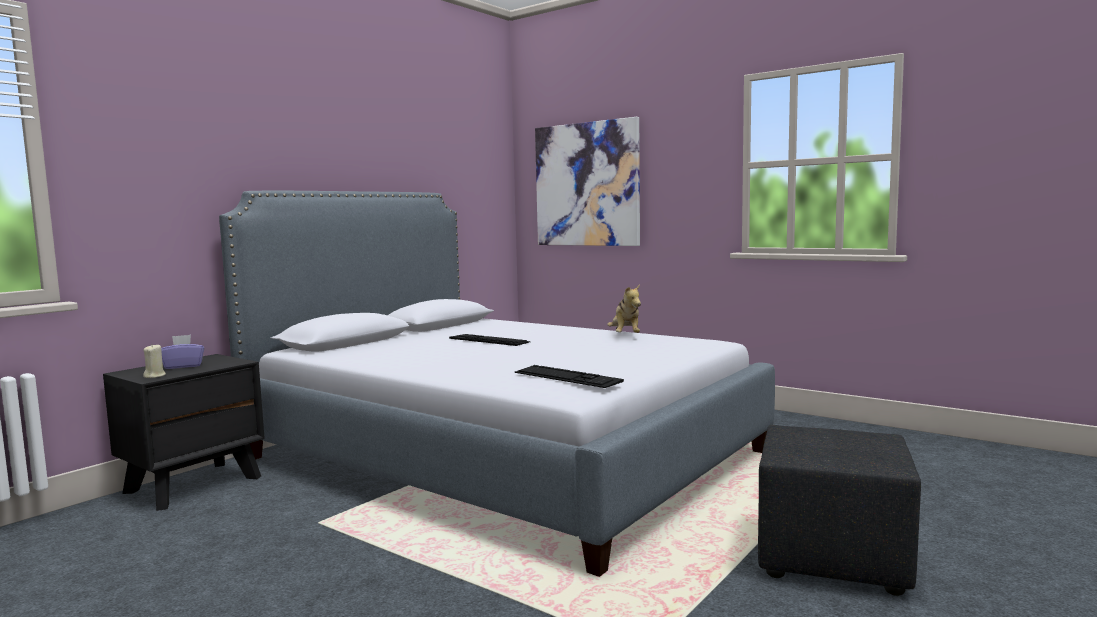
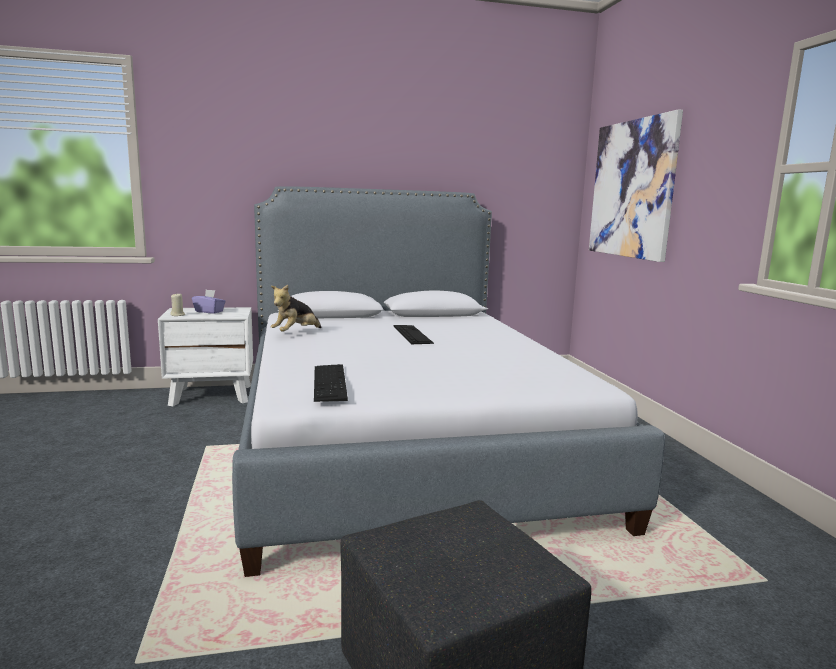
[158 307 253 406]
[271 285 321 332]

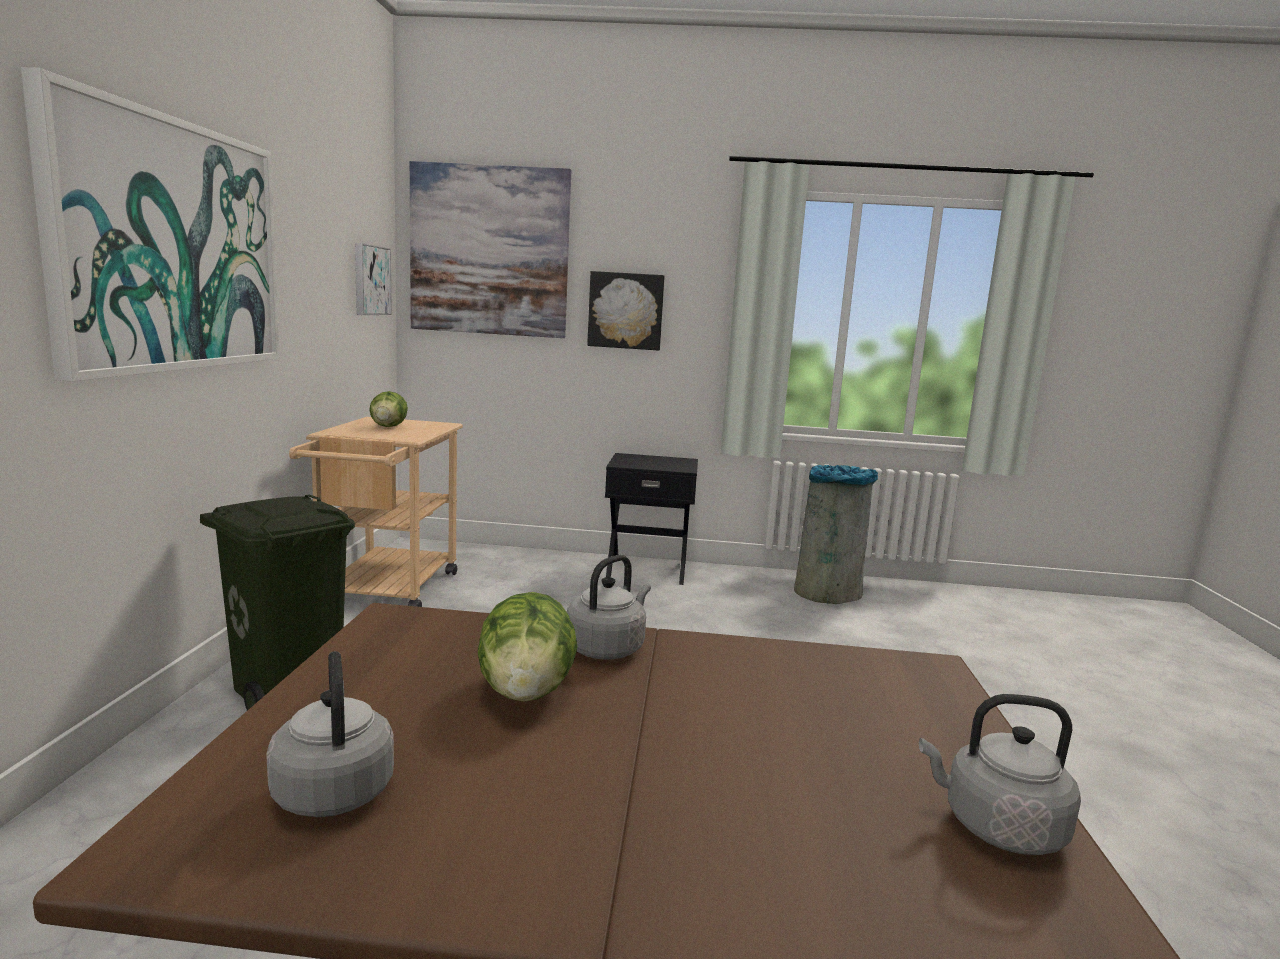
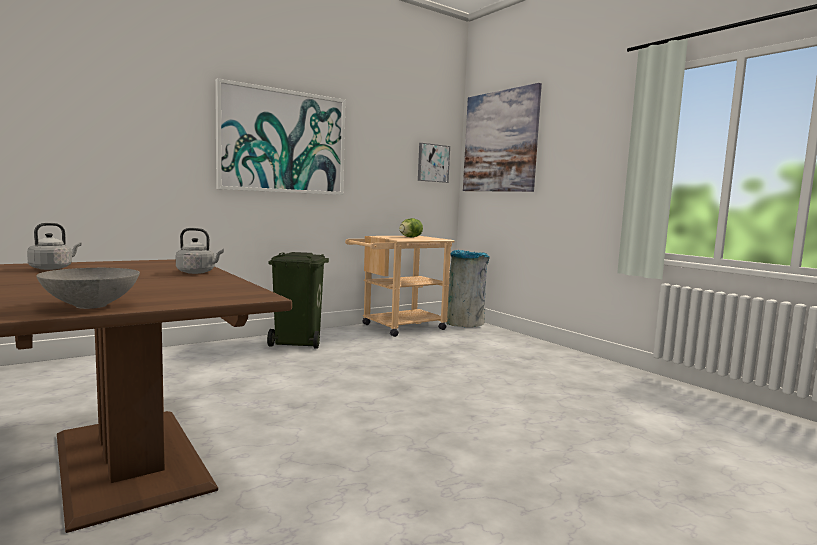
[36 268 140 309]
[446 250 490 327]
[478 592 578 702] (first image)
[587 271 665 351] (first image)
[605 453 698 585] (first image)

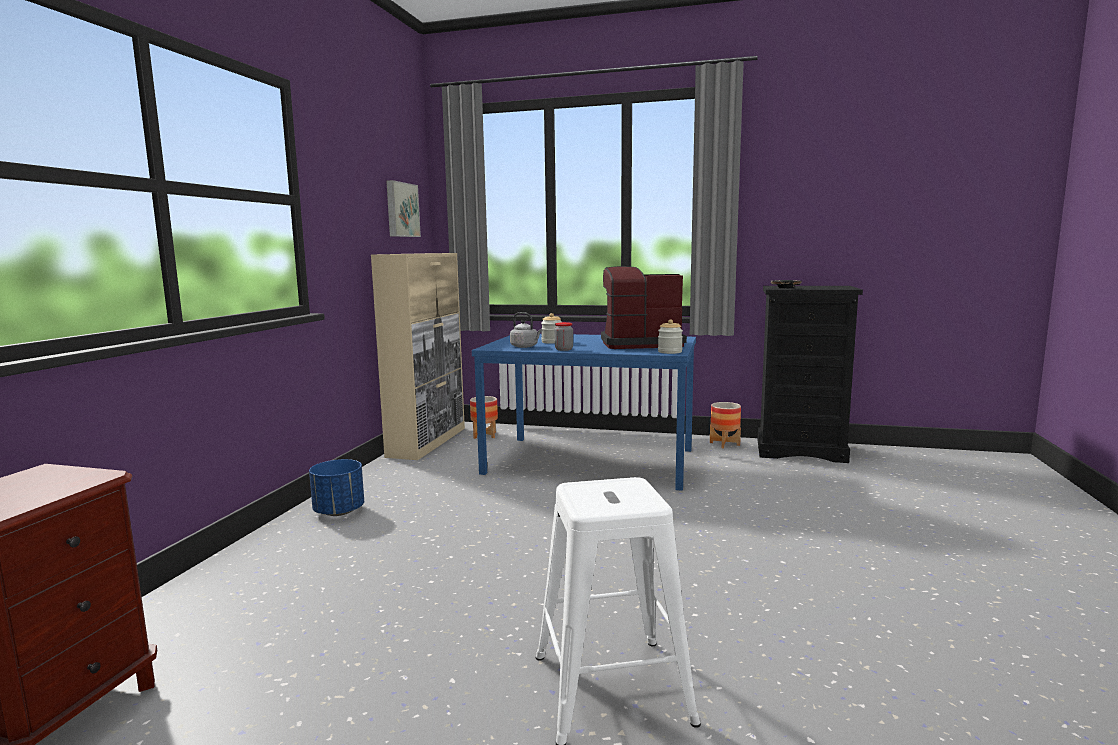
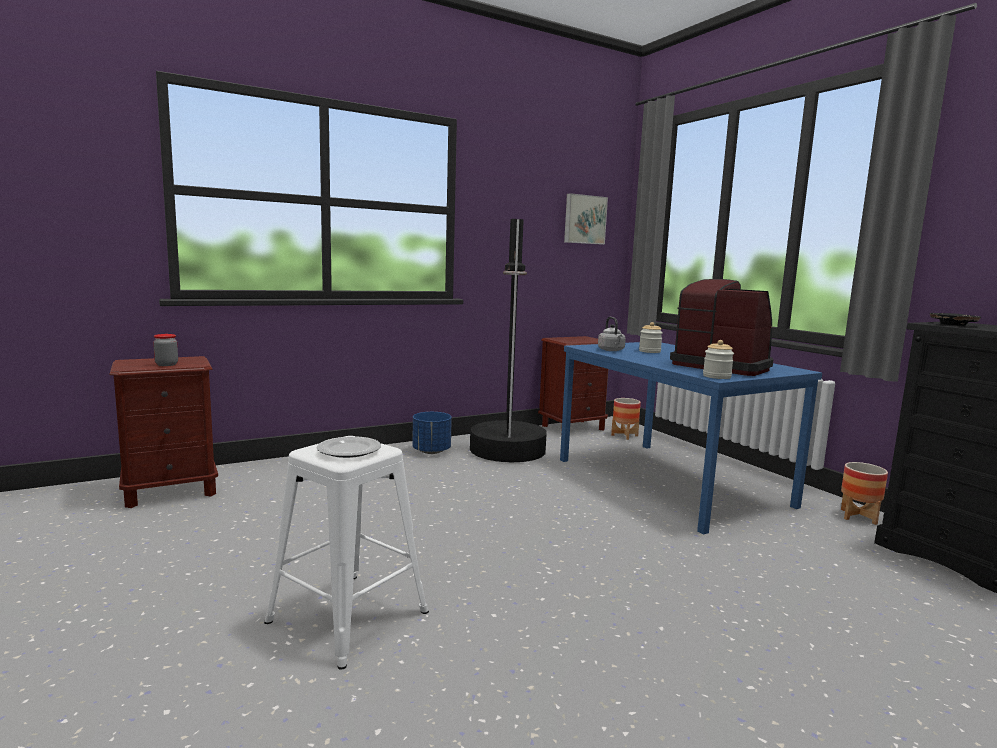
[153 334 178 366]
[316 436 381 458]
[470 219 547 462]
[538 336 608 434]

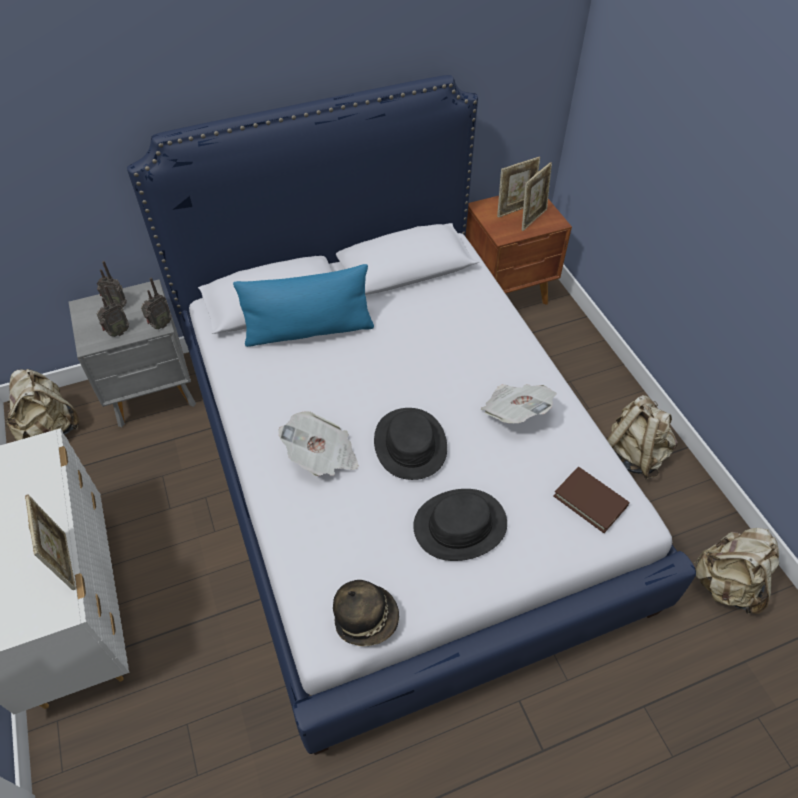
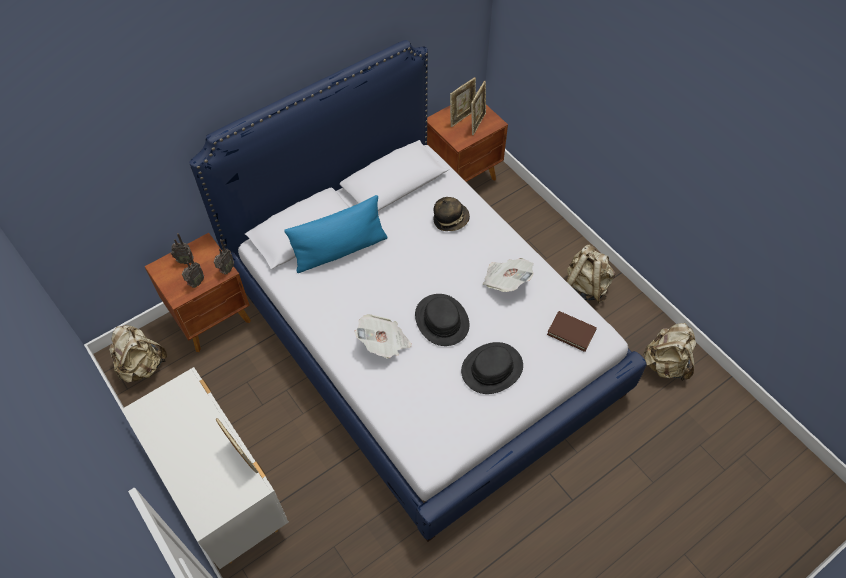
[145 233 251 352]
[434 197 470 231]

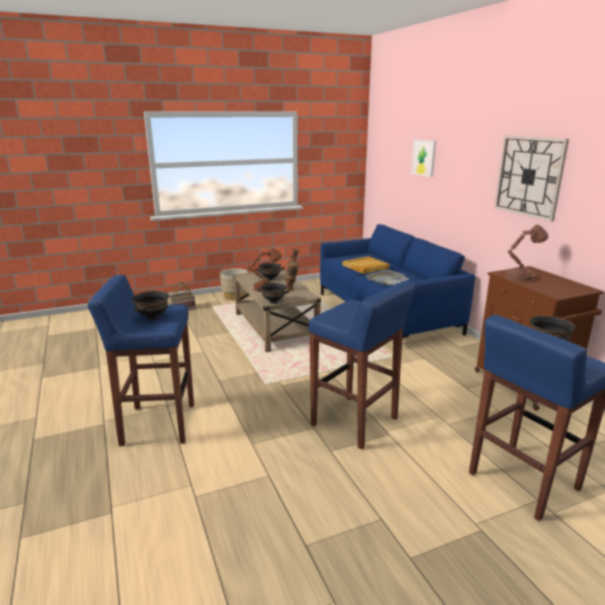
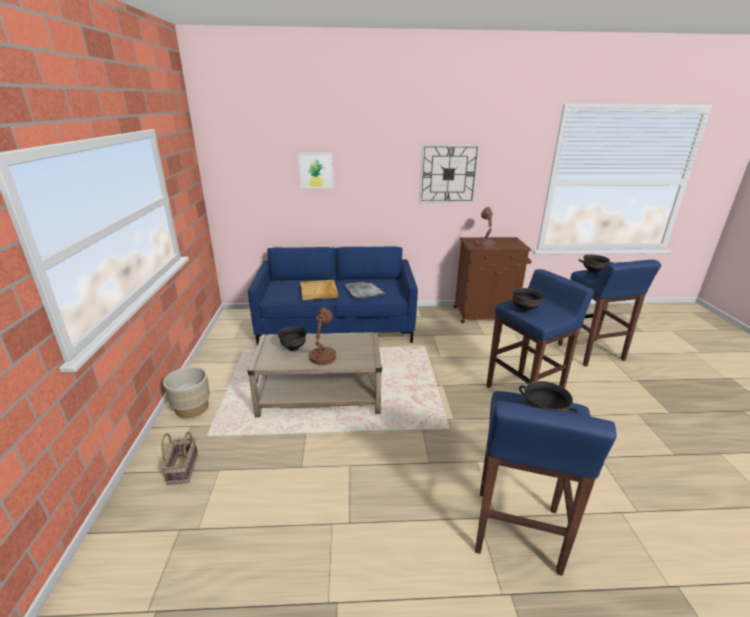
[512 288 543 313]
[286 249 300 291] (first image)

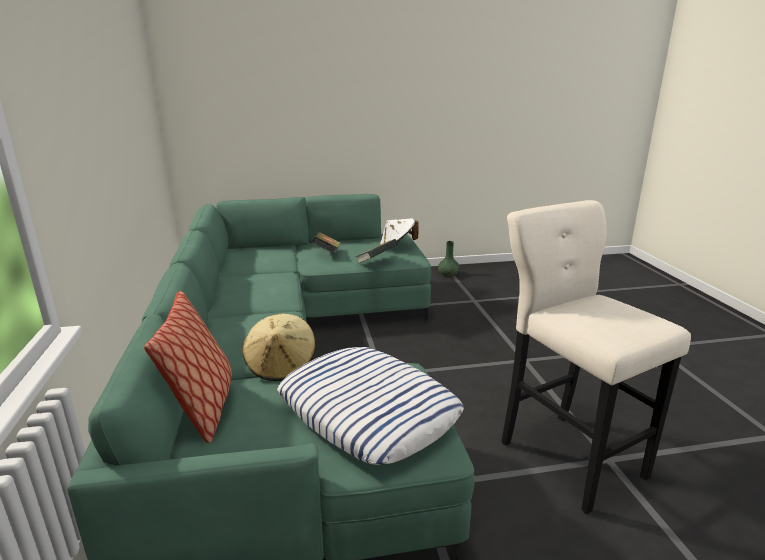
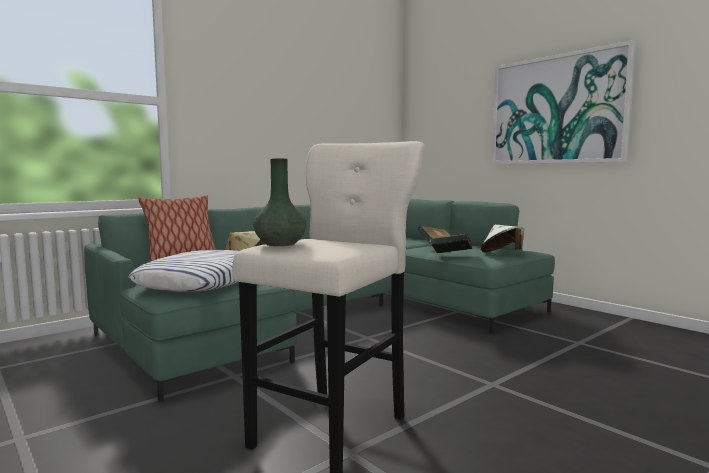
[253 158 307 246]
[492 40 636 164]

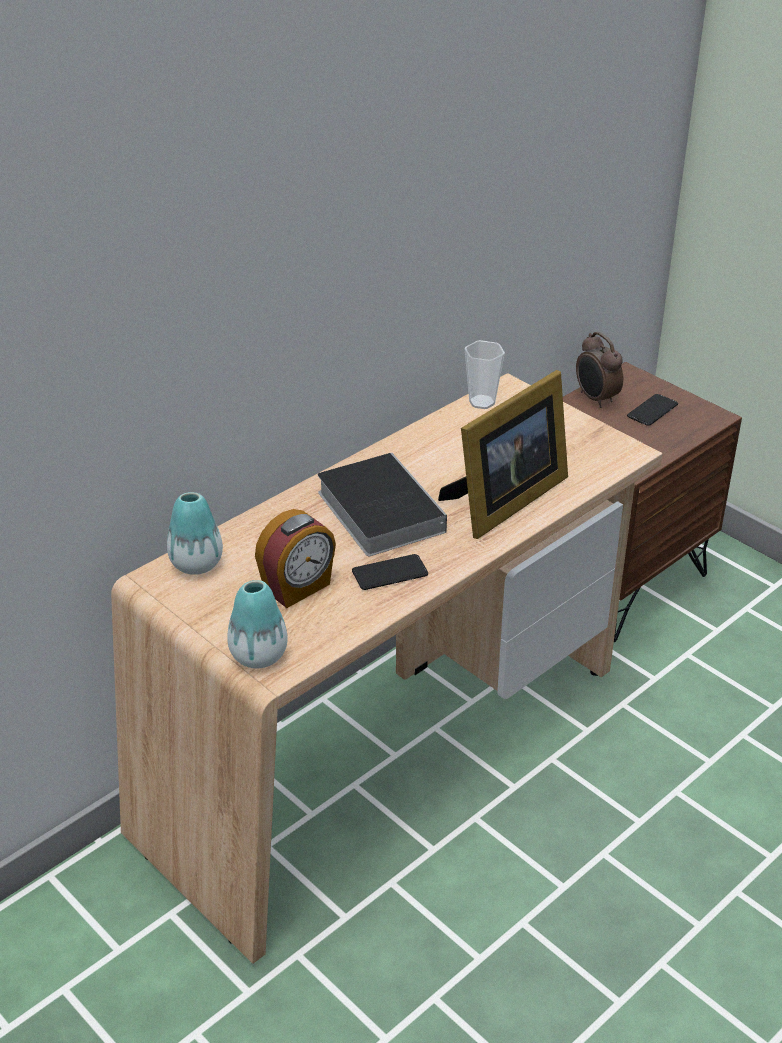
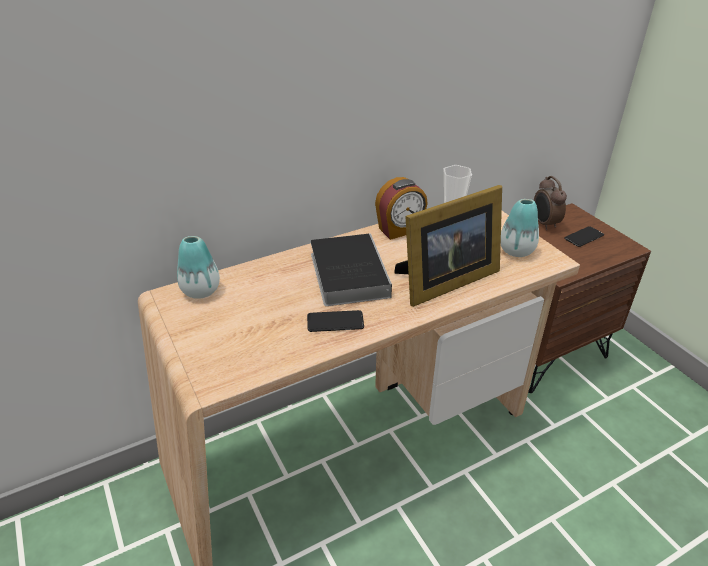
[375 177 428 240]
[501 199 539 257]

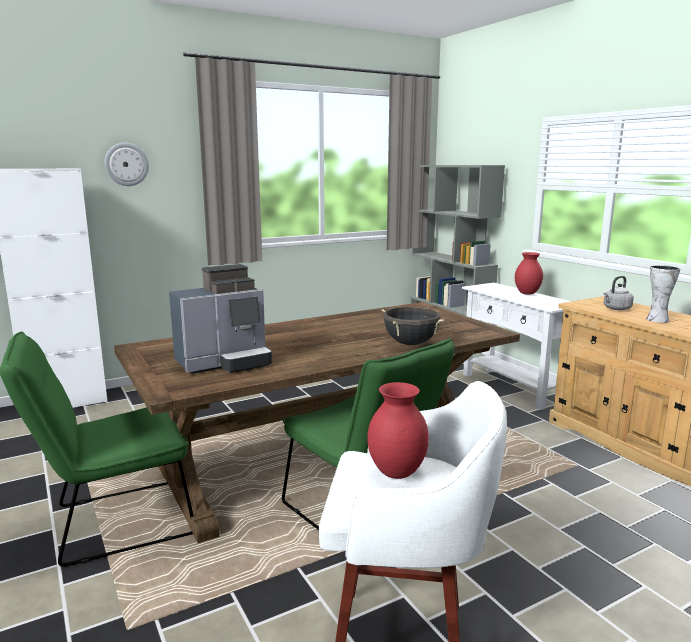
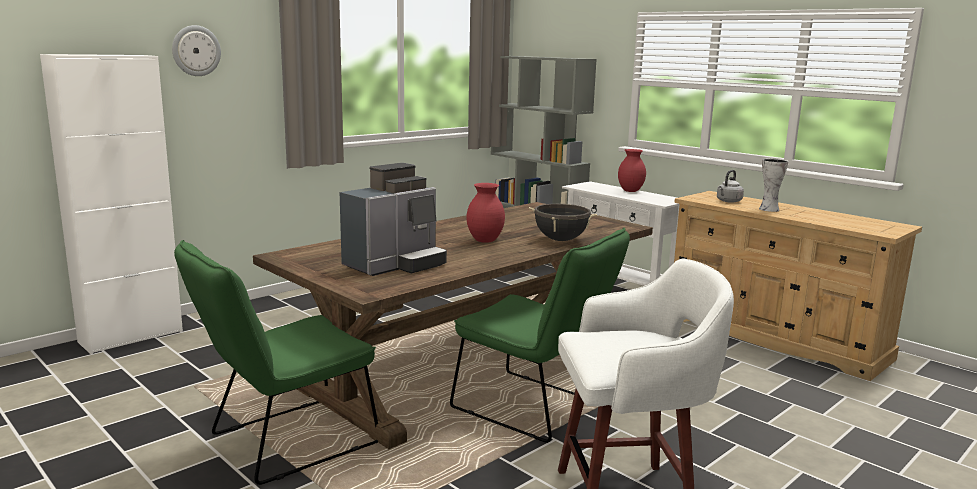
[467 183 505 243]

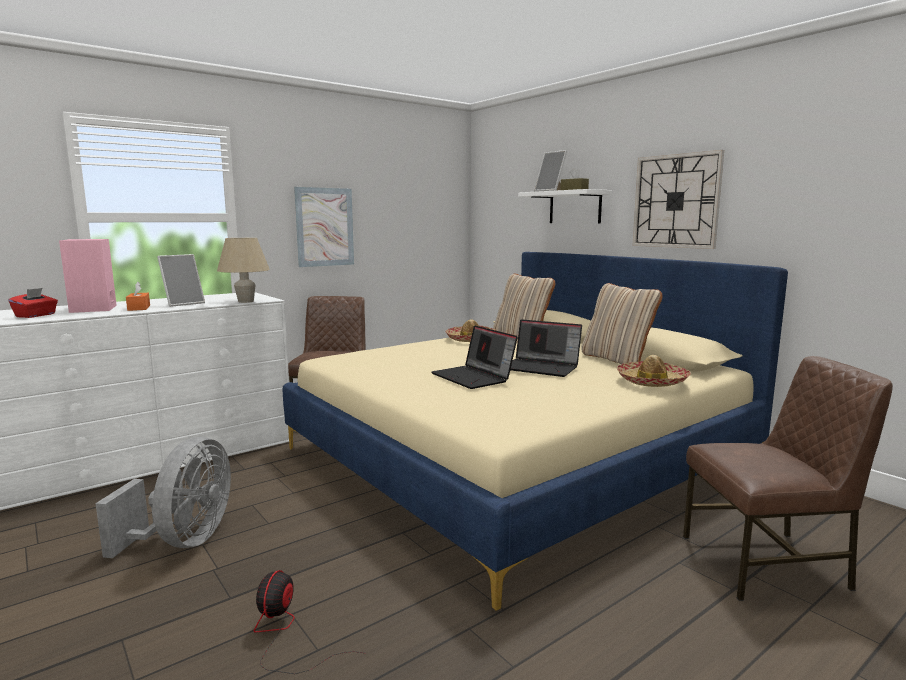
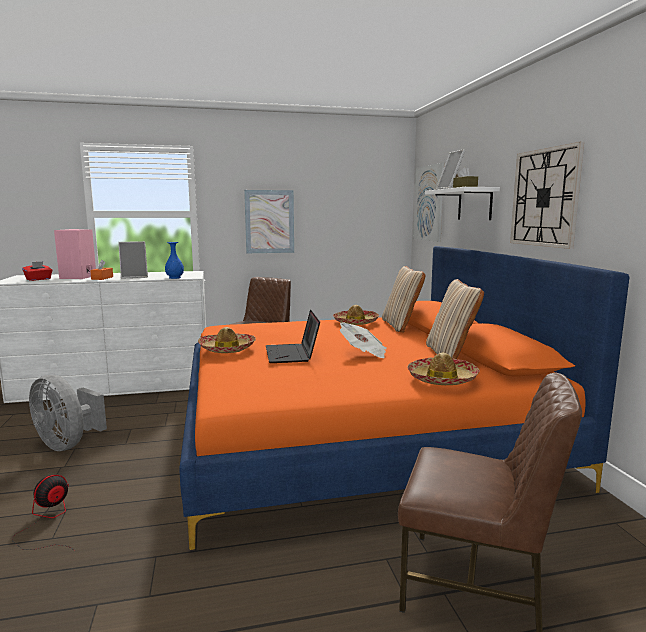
[29 375 107 451]
[165 242 184 279]
[179 246 629 550]
[198 327 256 353]
[340 322 387 358]
[413 162 445 242]

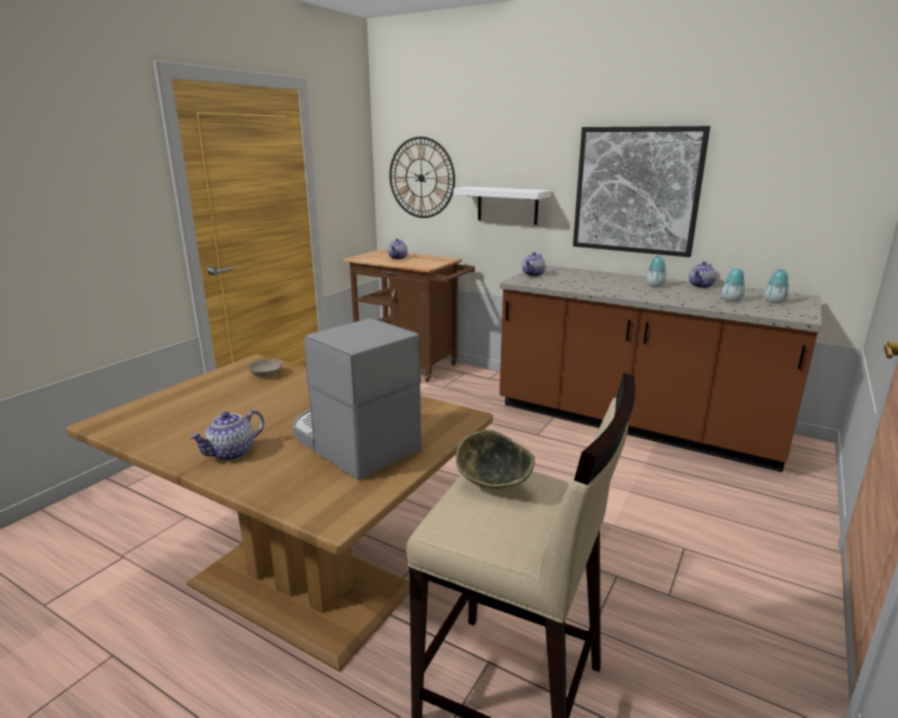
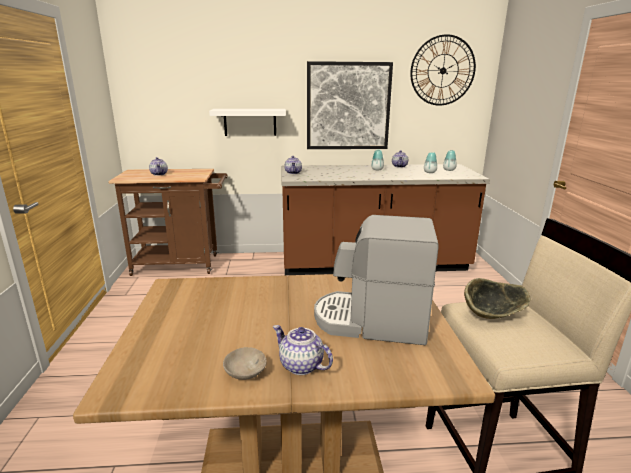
[223 347 267 380]
[273 325 333 375]
[410 34 476 106]

